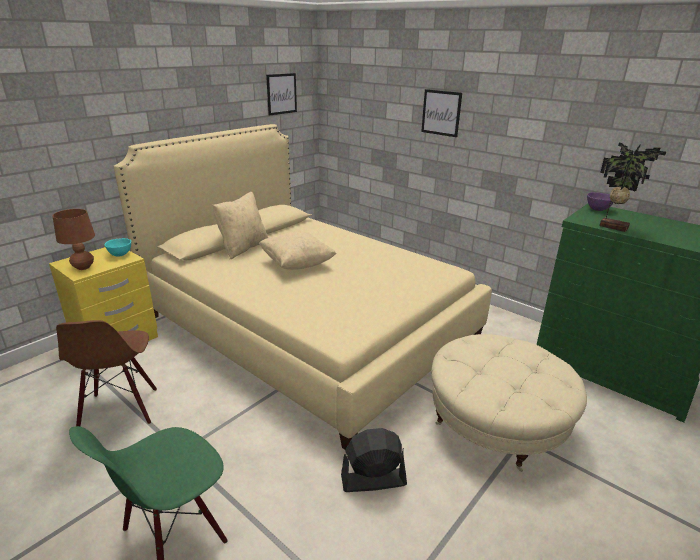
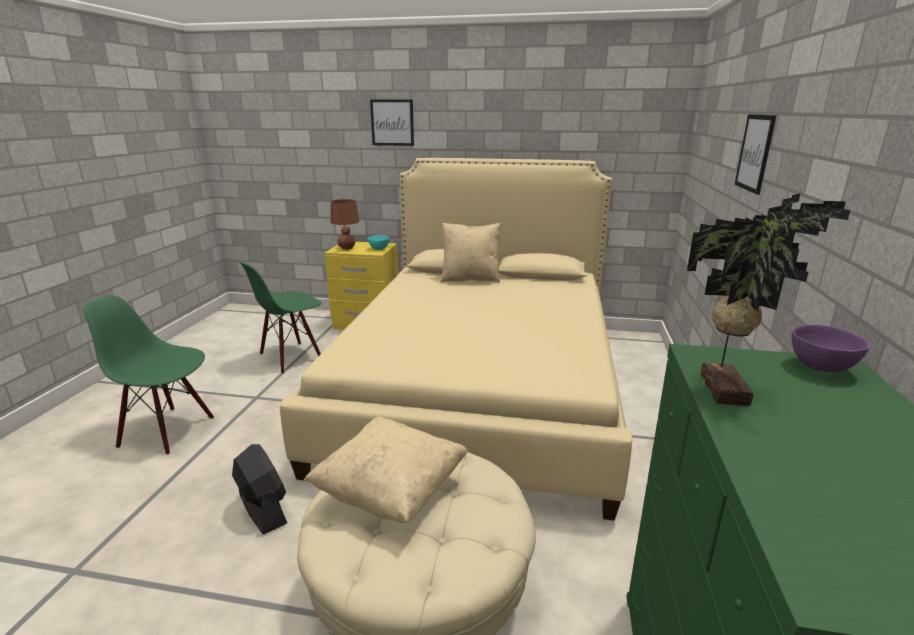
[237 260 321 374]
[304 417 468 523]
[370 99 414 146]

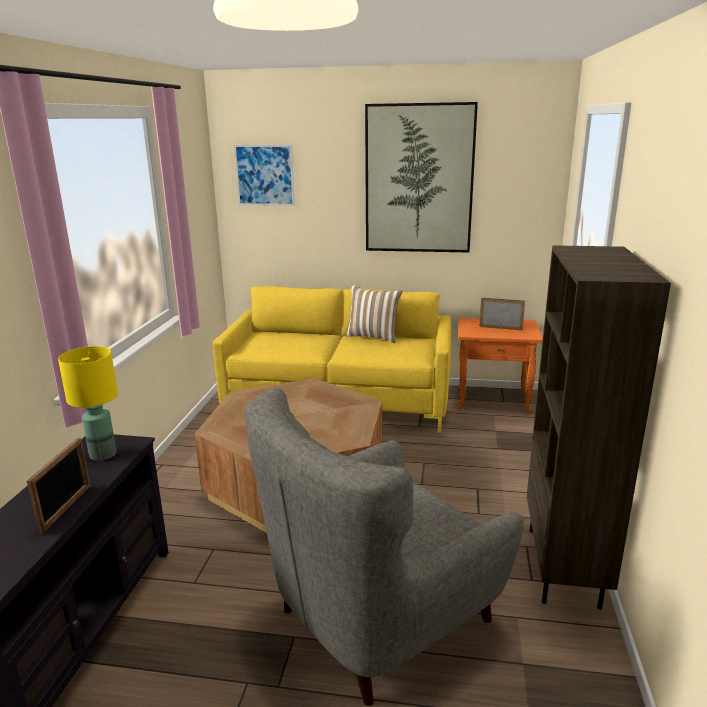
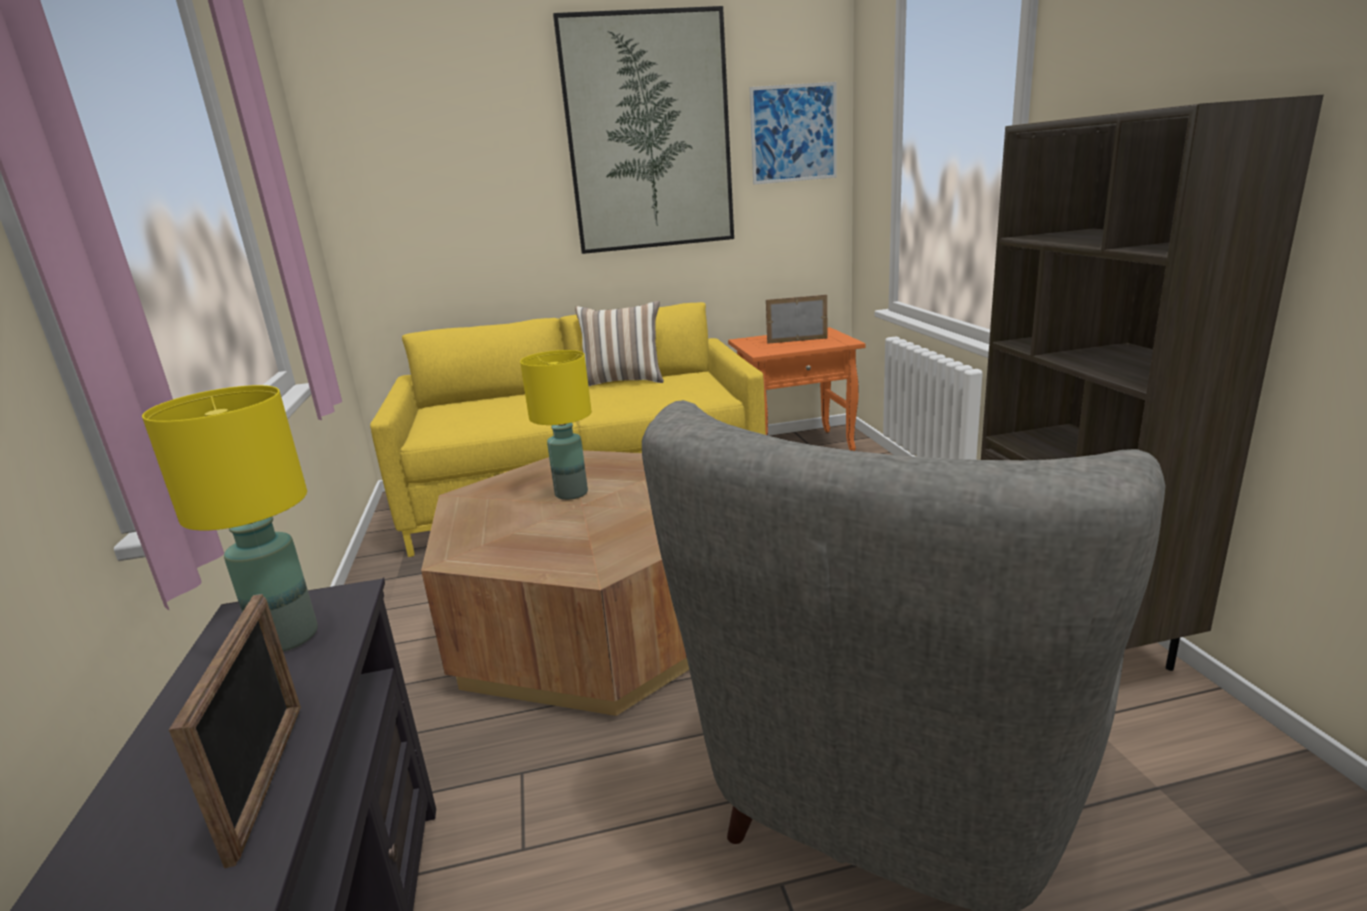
[520 350 592 500]
[749 82 836 185]

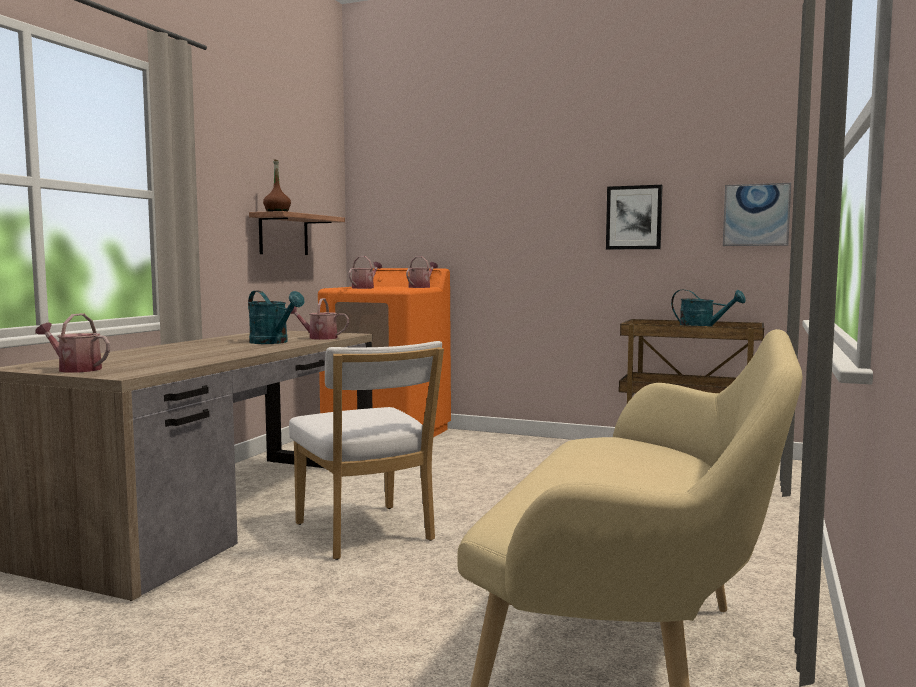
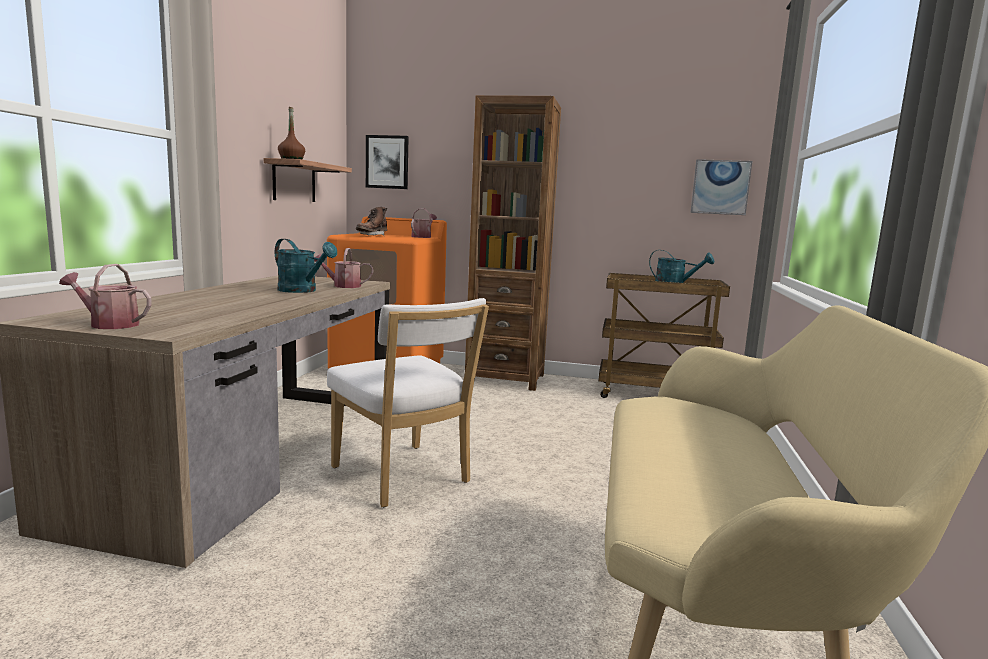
[356 207 387 236]
[366 135 409 189]
[465 95 561 391]

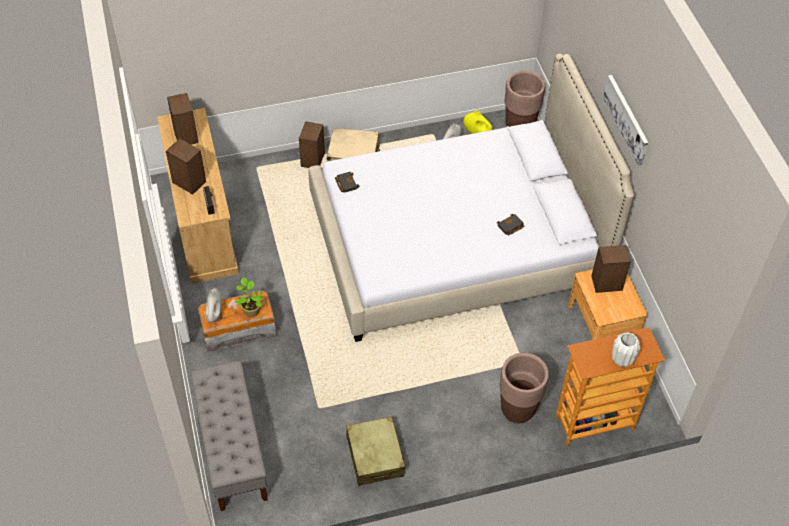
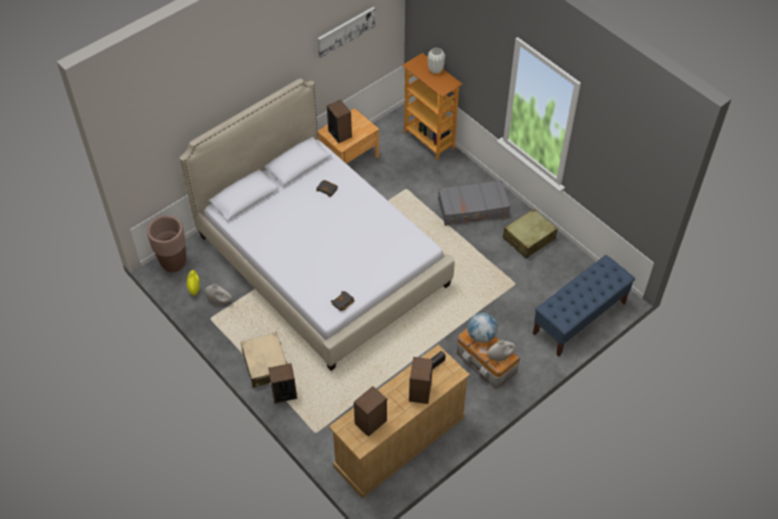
[317 7 376 58]
[438 180 510 226]
[468 313 498 343]
[533 255 635 357]
[500 353 549 423] (first image)

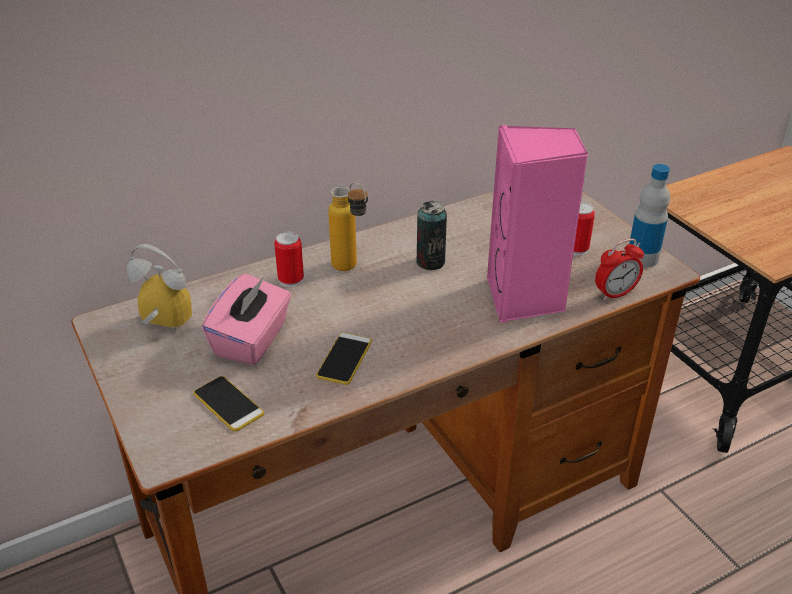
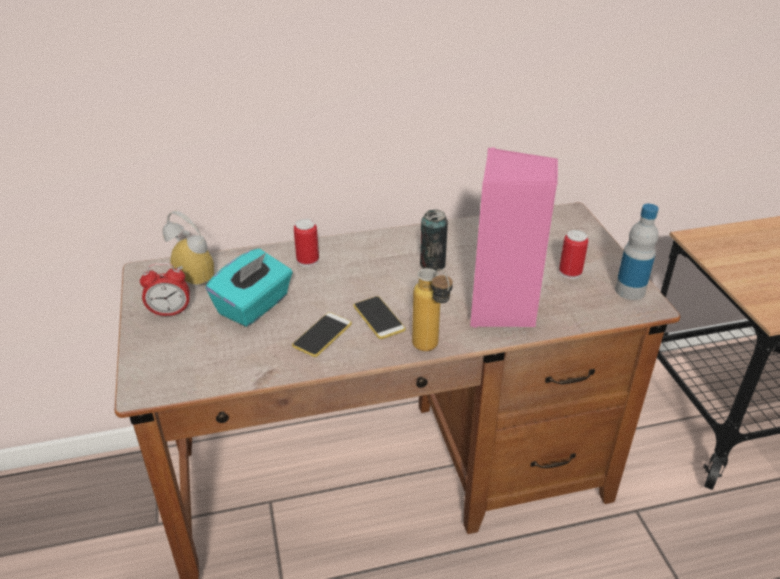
[140 263 190 317]
[206 248 293 327]
[353 296 406 339]
[412 268 453 351]

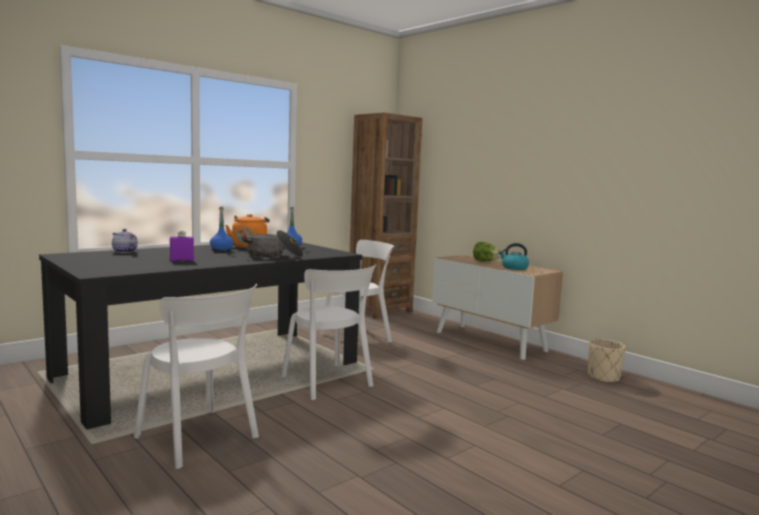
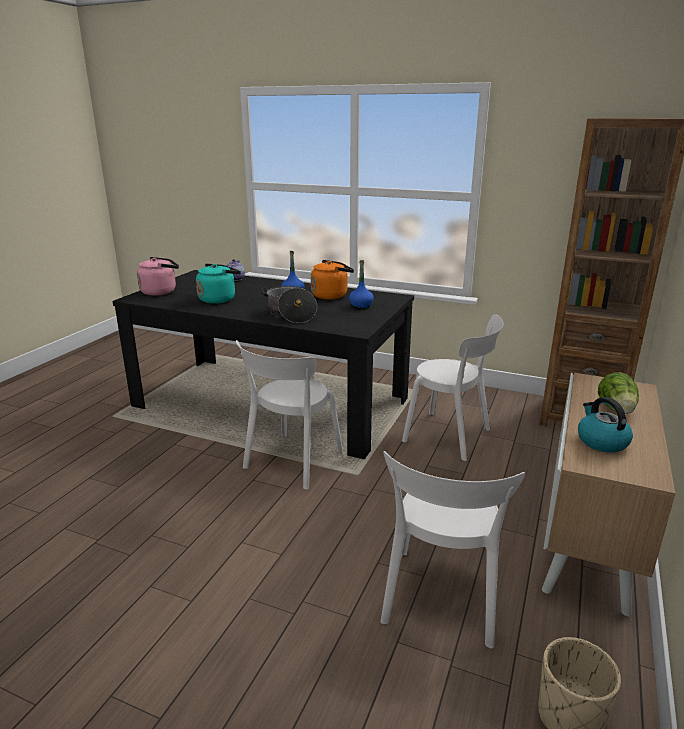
[137 257 179 296]
[196 264 241 304]
[381 451 525 648]

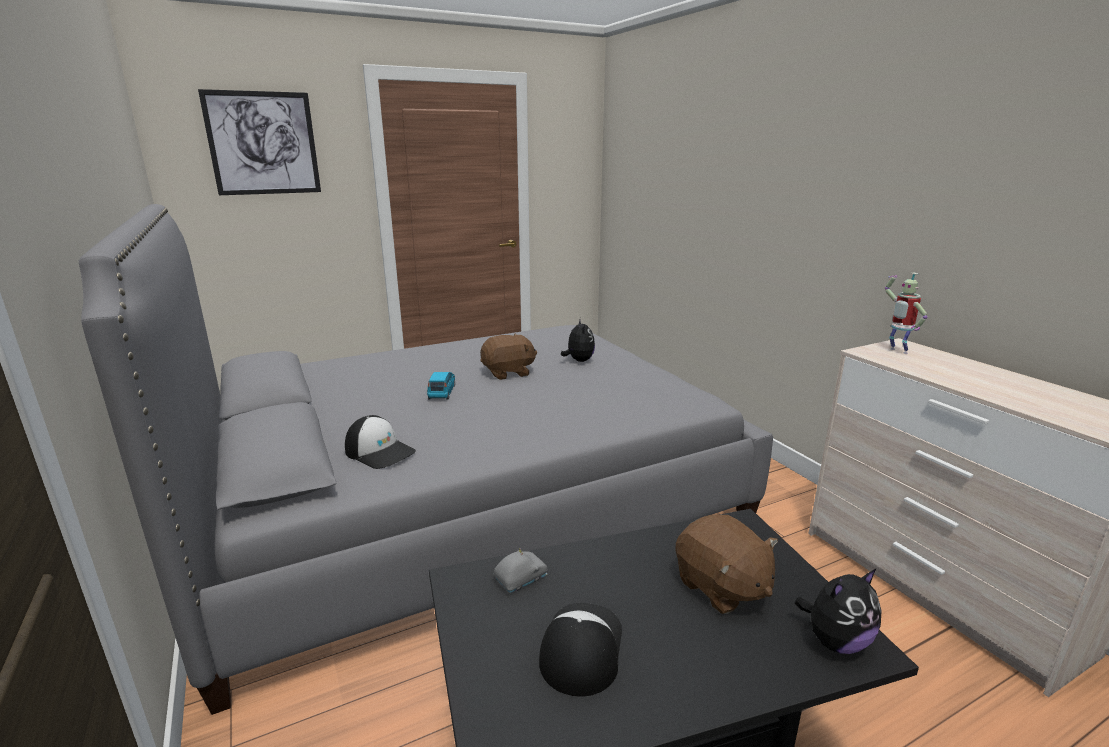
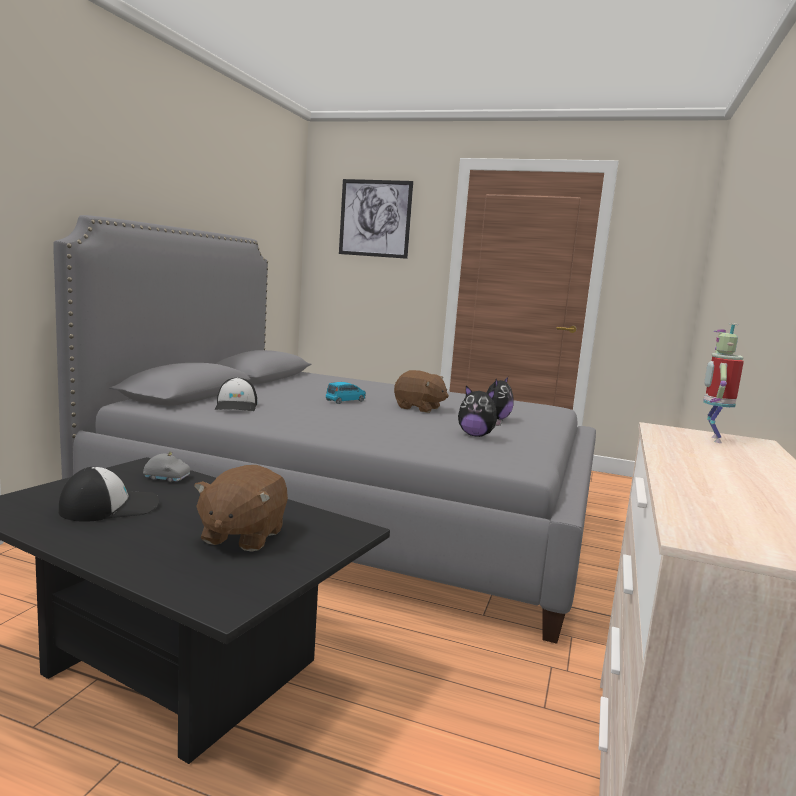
[458 386 502 437]

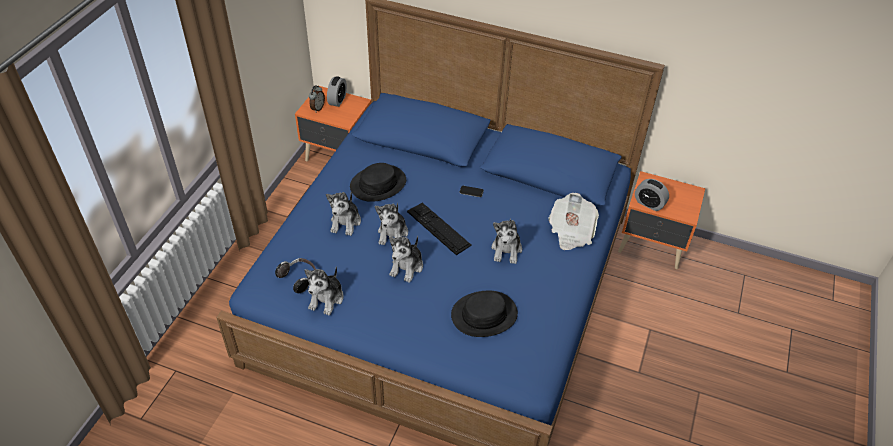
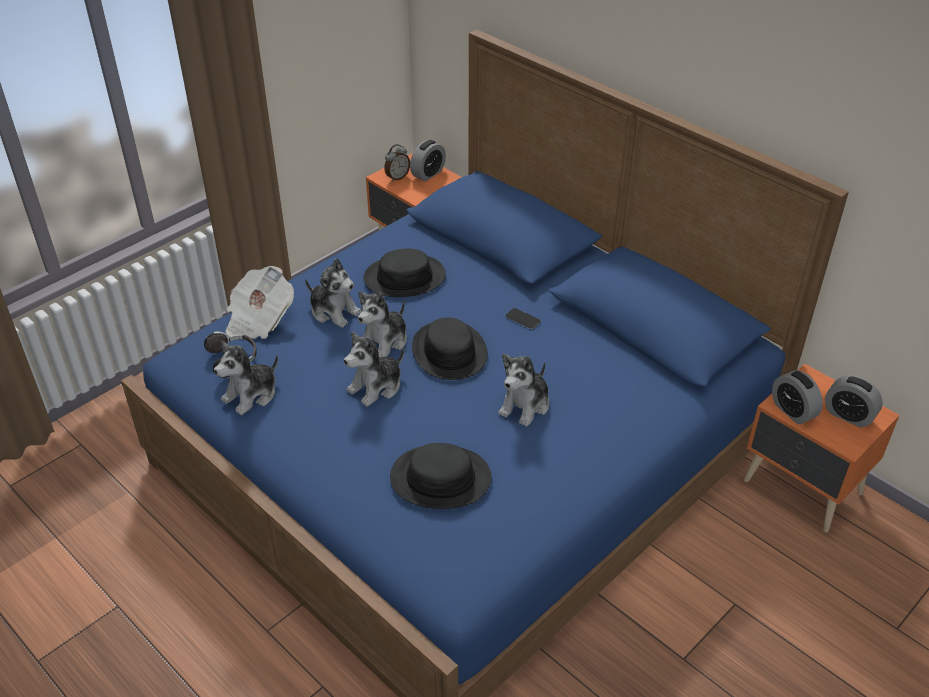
[226 266 294 339]
[305 258 361 328]
[412 318 488 380]
[825 375 883 428]

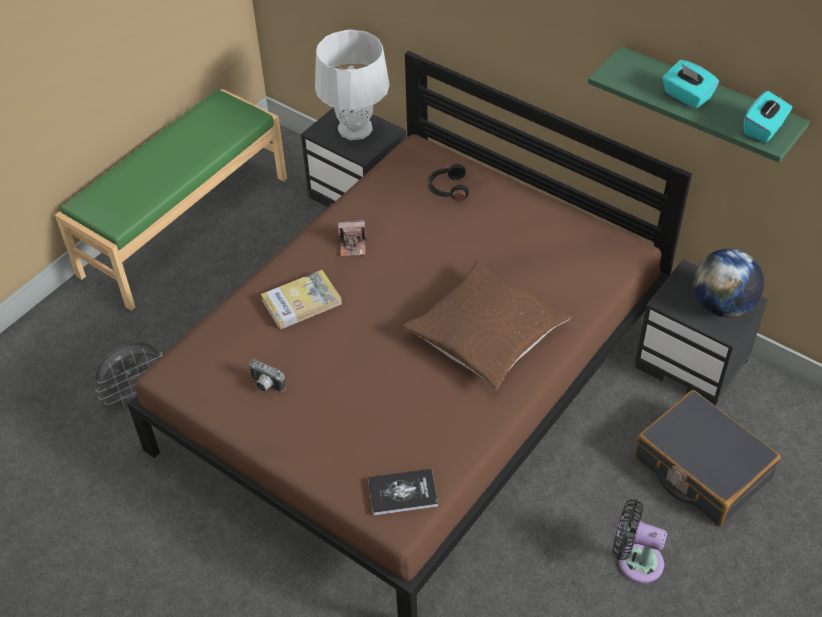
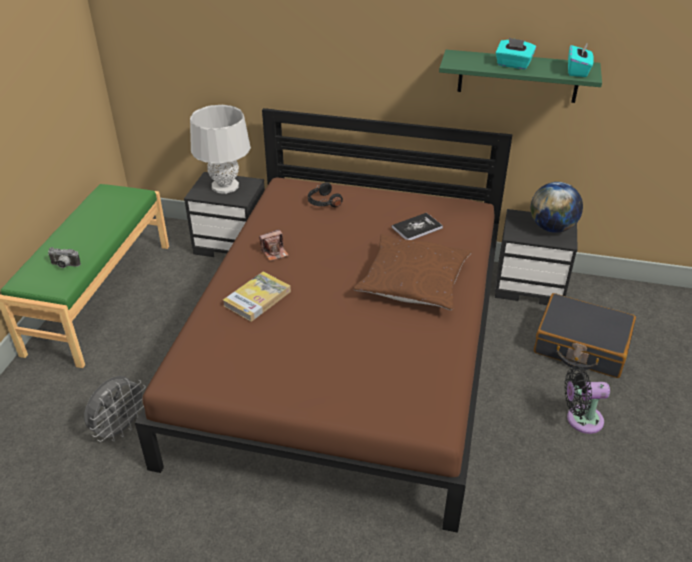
[48 247 81 268]
[392 213 443 240]

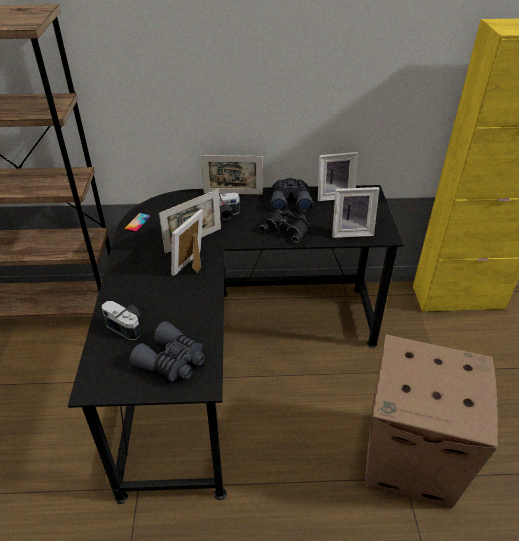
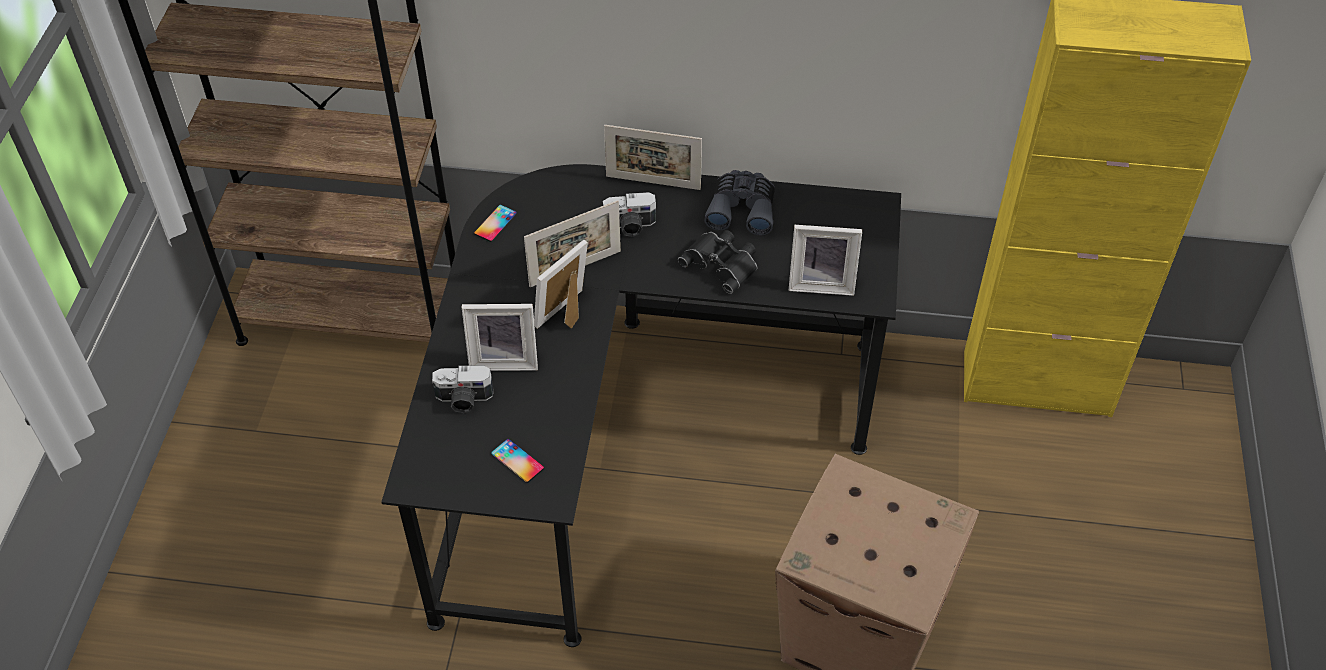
[432 365 493 413]
[462 304 538 371]
[491 439 544 483]

